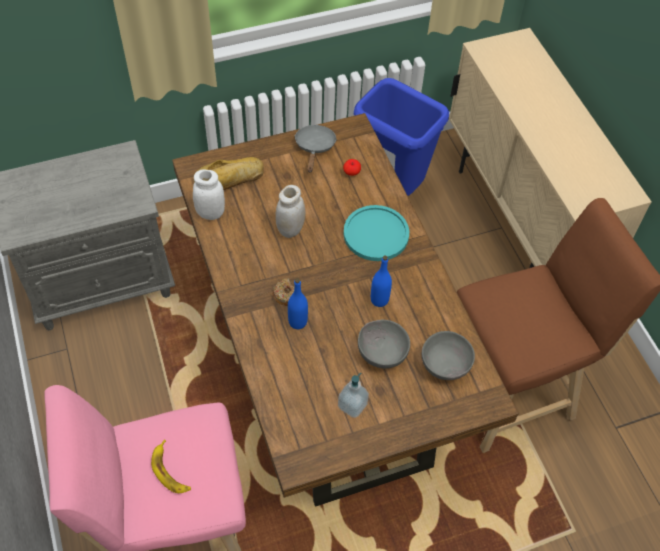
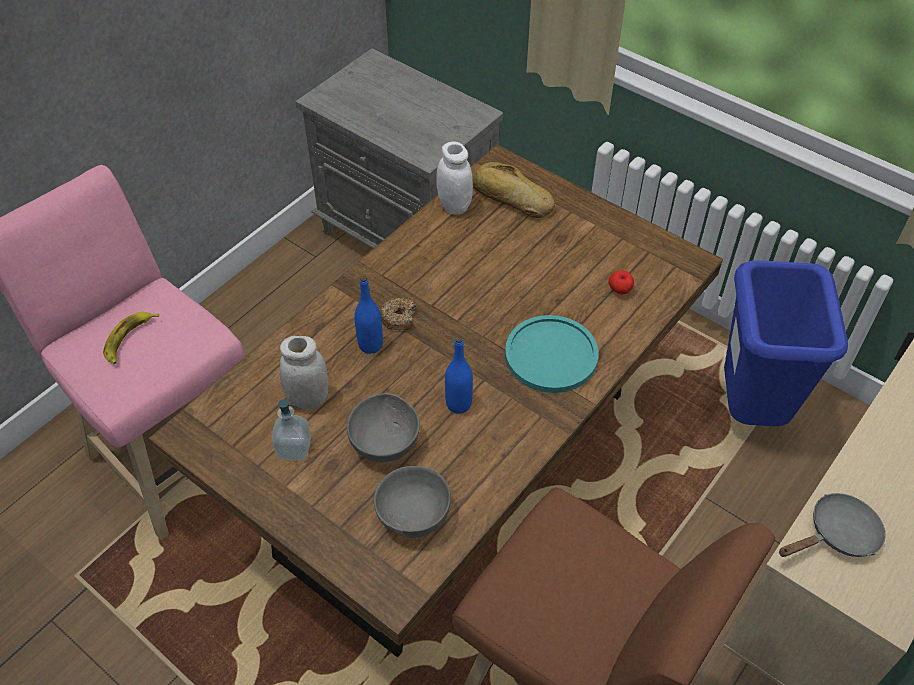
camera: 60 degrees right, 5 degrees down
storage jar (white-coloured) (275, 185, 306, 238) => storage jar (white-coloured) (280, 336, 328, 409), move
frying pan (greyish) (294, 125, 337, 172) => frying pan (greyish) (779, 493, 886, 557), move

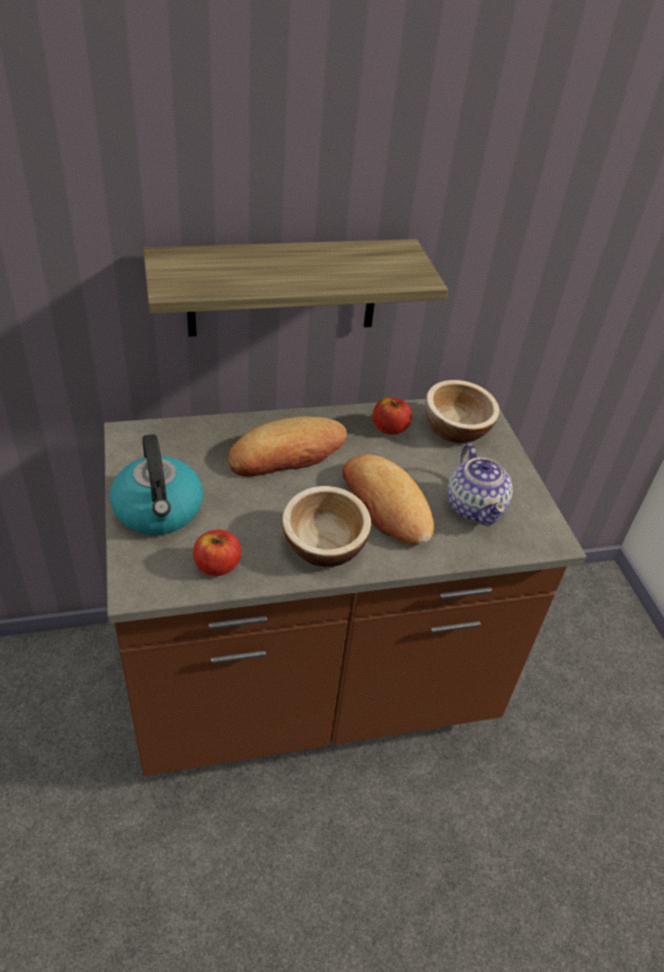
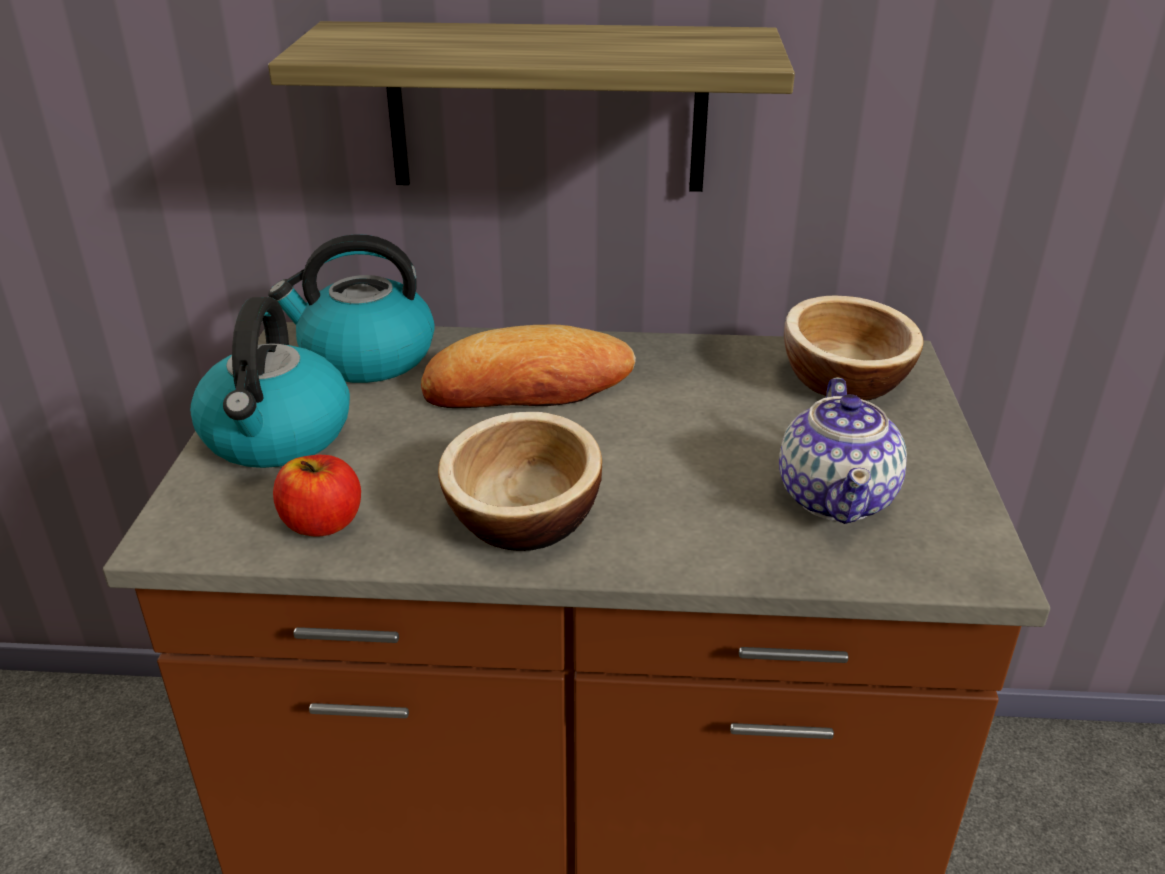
camera: 20 degrees right, 10 degrees down
nothing => kettle (268, 234, 435, 383)
bread (342, 454, 434, 545) => nothing
whole apple (373, 397, 412, 435) => nothing

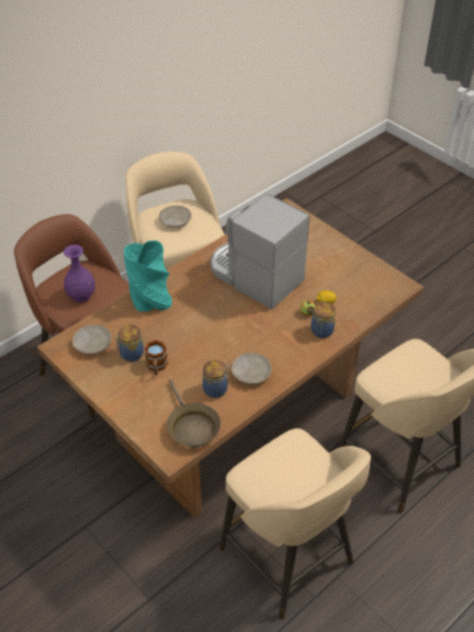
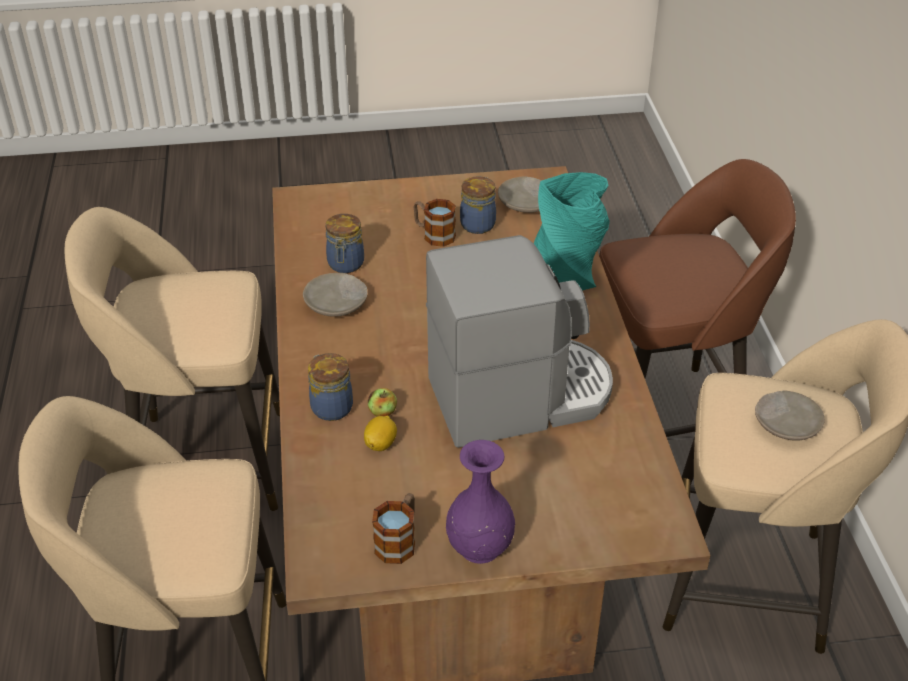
camera: 125 degrees right, 5 degrees down
nothing => mug (372, 493, 415, 564)
vase (purplish) (64, 245, 95, 302) => vase (purplish) (446, 440, 515, 564), move
frying pan (brown-coloured) (167, 379, 221, 447) => nothing

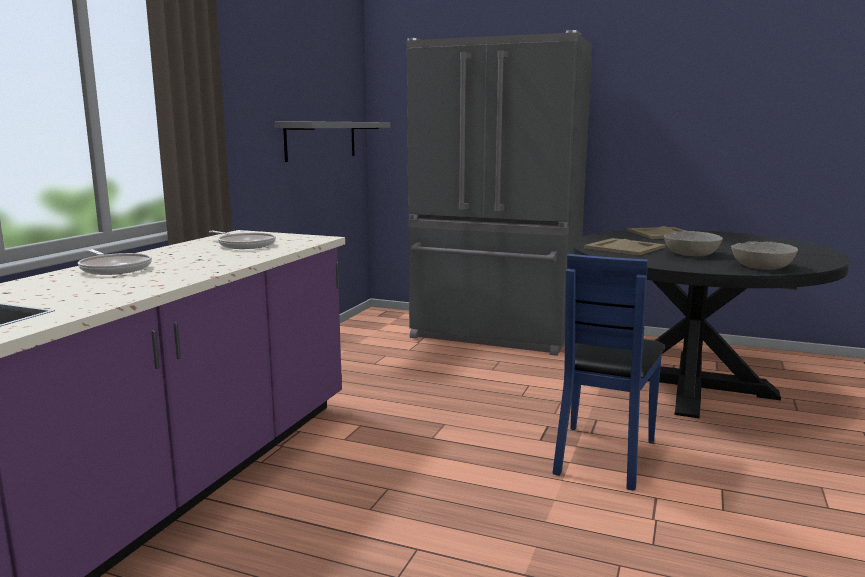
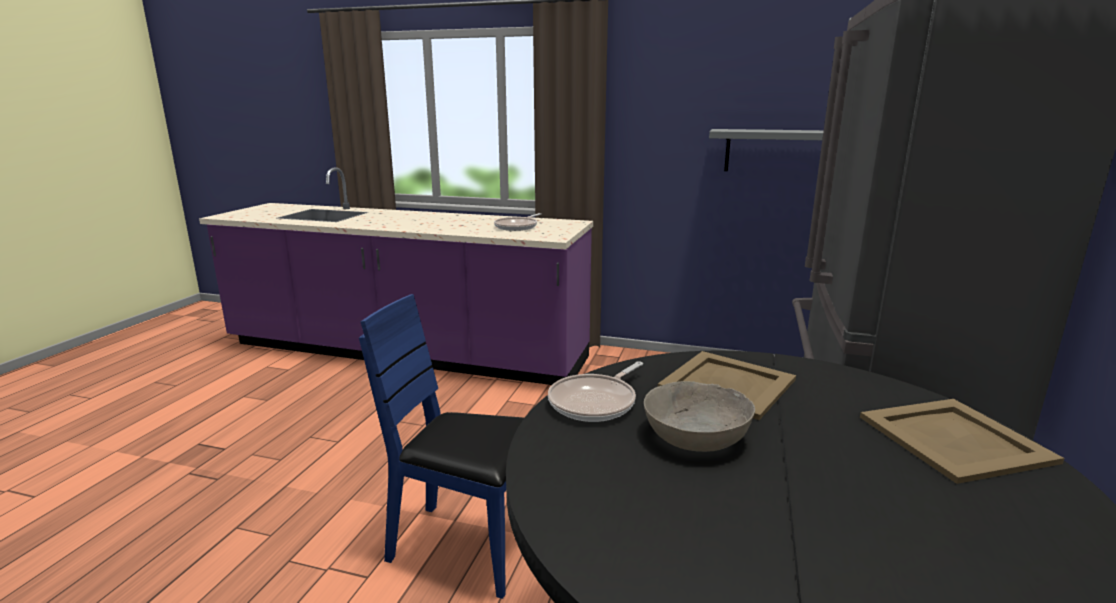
camera: 85 degrees right, 5 degrees up
frying pan (78, 249, 152, 275) => frying pan (548, 361, 643, 422), move
bowl (greyish) (731, 241, 798, 270) => nothing

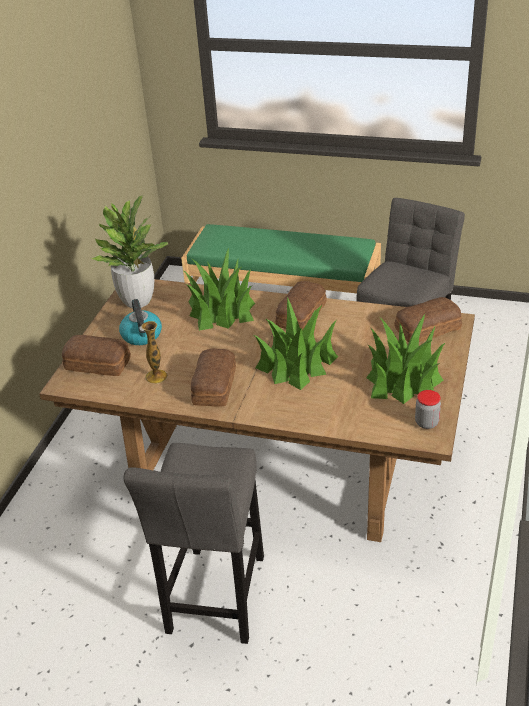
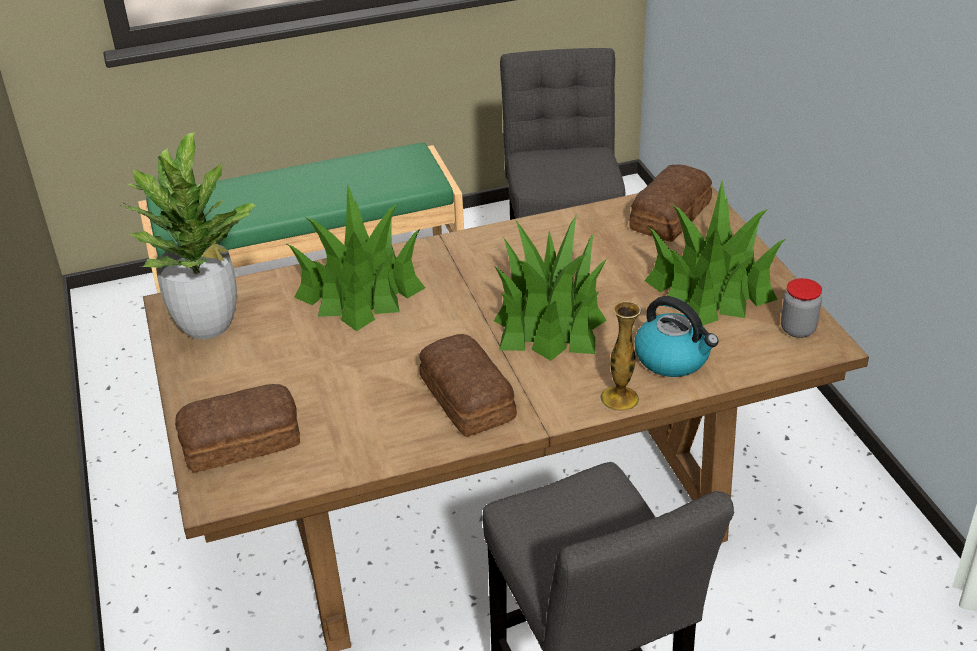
camera: 35 degrees left, 0 degrees up
vase (142, 321, 168, 384) => vase (600, 301, 642, 411), move
kettle (119, 299, 162, 345) => kettle (634, 296, 719, 377), move
bread (275, 281, 327, 331) => nothing

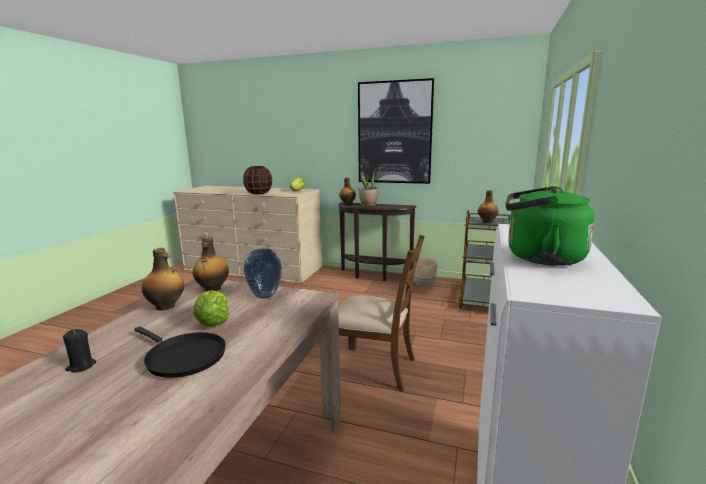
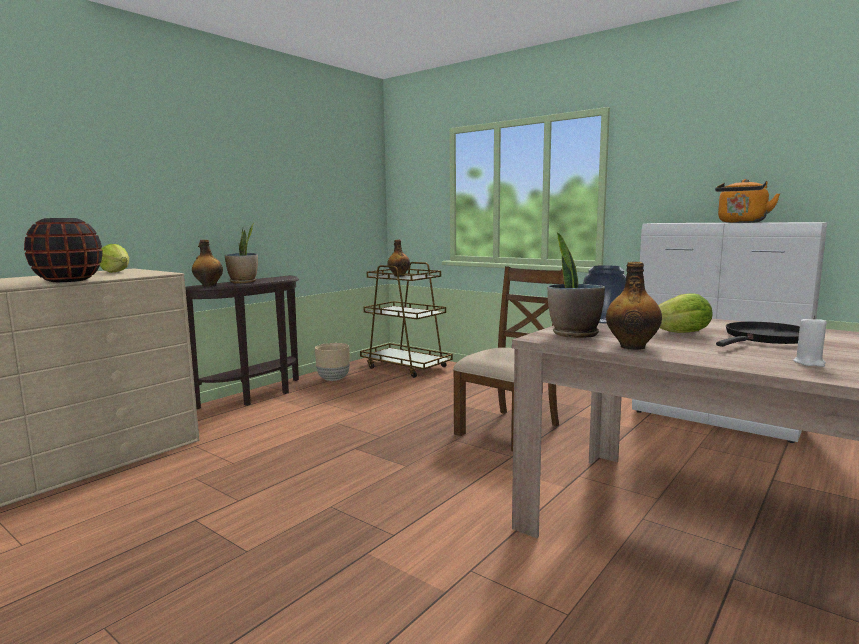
camera: 70 degrees left, 5 degrees down
beverage bottle (193, 237, 229, 291) => plant in a pot (547, 233, 605, 338)
kettle (green) (505, 186, 595, 266) => kettle (orange-coloured) (715, 179, 780, 223)
candle (black-coloured) (63, 329, 96, 373) => candle (white-coloured) (793, 316, 827, 367)
wall art (358, 78, 434, 184) => nothing

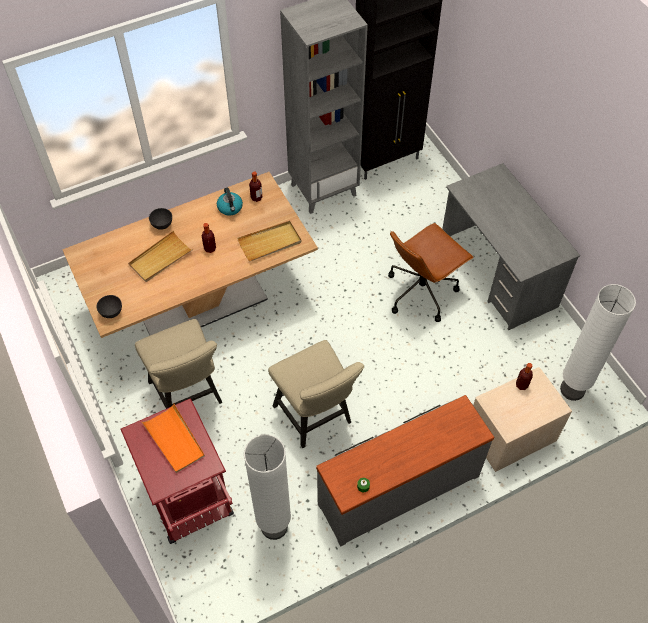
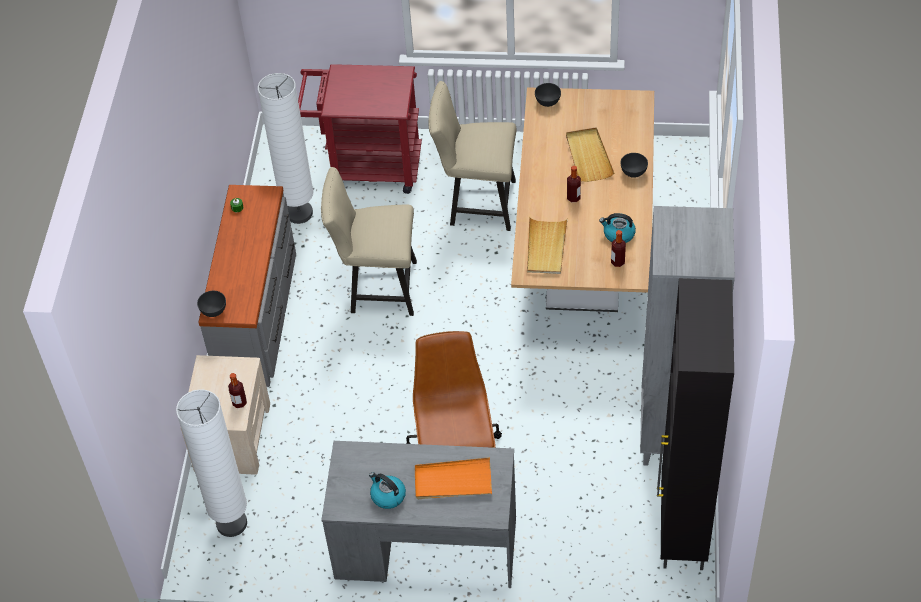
camera: 125 degrees right, 5 degrees down
nothing => bowl (greyish) (197, 291, 226, 317)
nothing => kettle (369, 472, 406, 509)
serving tray (orange-coloured) (142, 404, 205, 473) => serving tray (orange-coloured) (415, 457, 492, 499), move

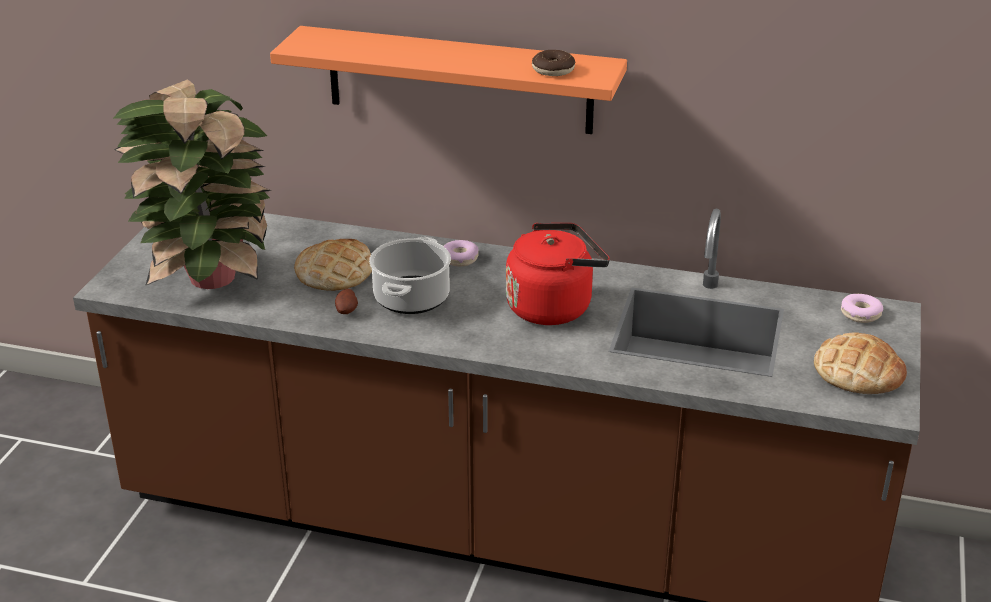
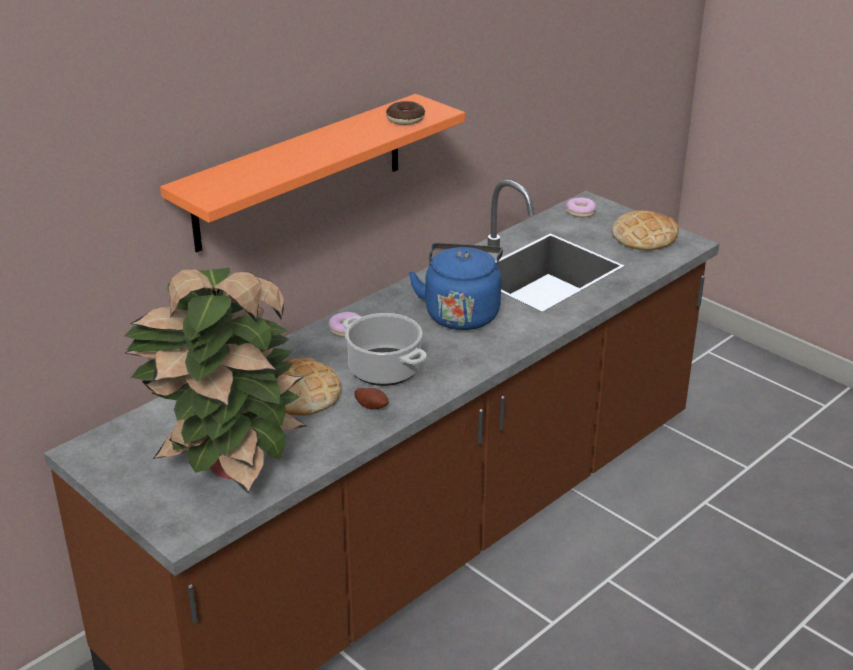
camera: 60 degrees left, 0 degrees up
kettle (red-coloured) (506, 223, 610, 325) => kettle (blue) (409, 243, 503, 330)

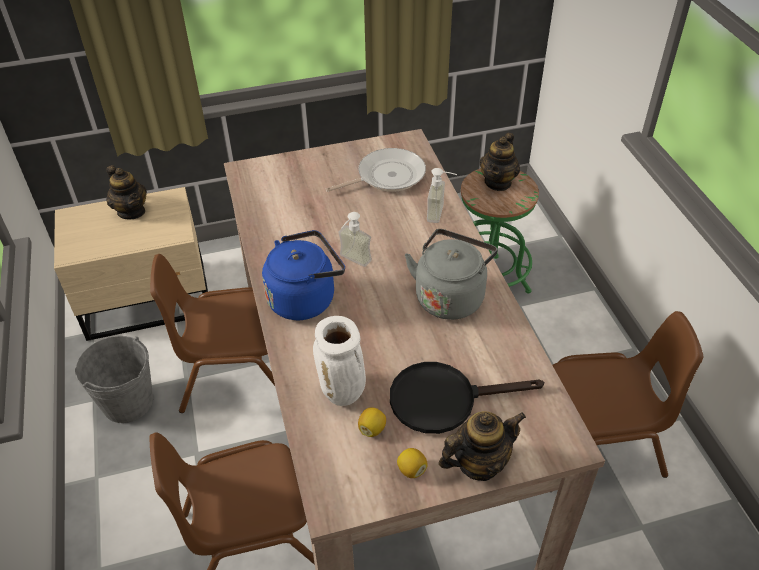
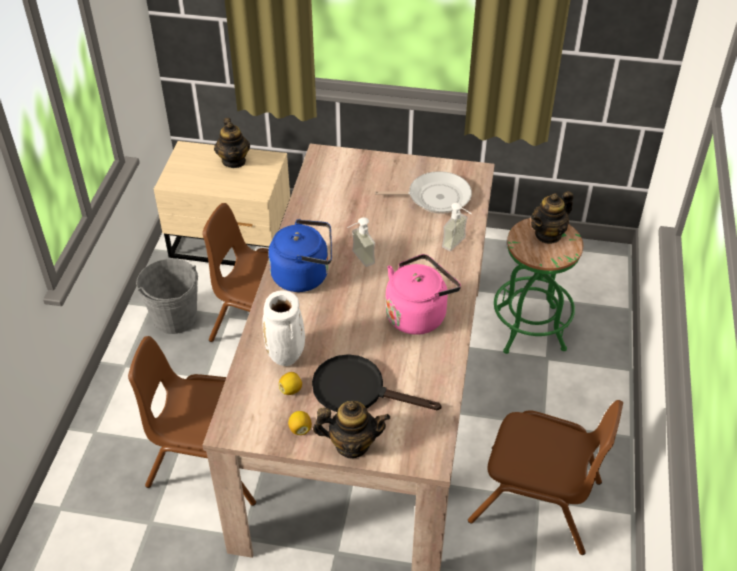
camera: 25 degrees right, 0 degrees up
kettle (greyish) (405, 229, 498, 320) => kettle (pinkish) (385, 254, 461, 335)

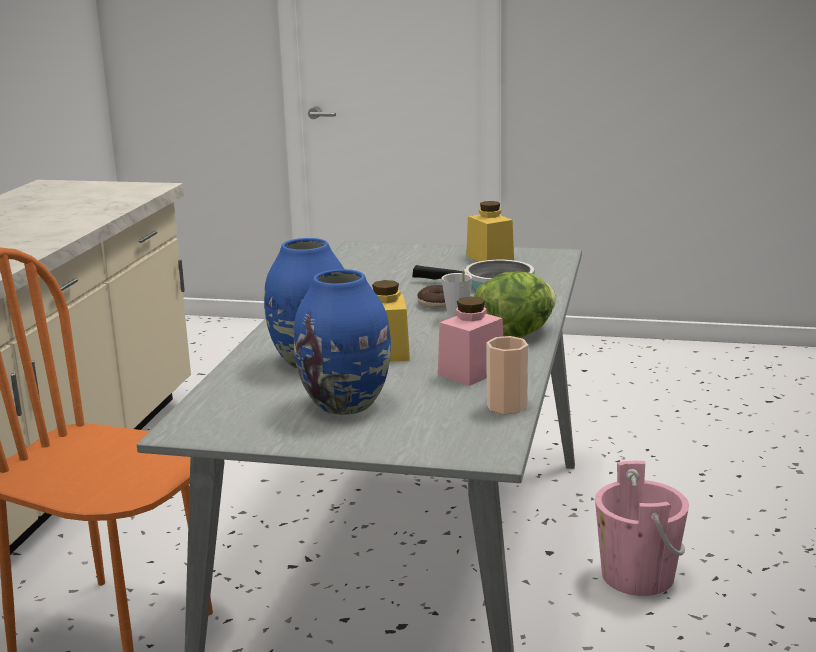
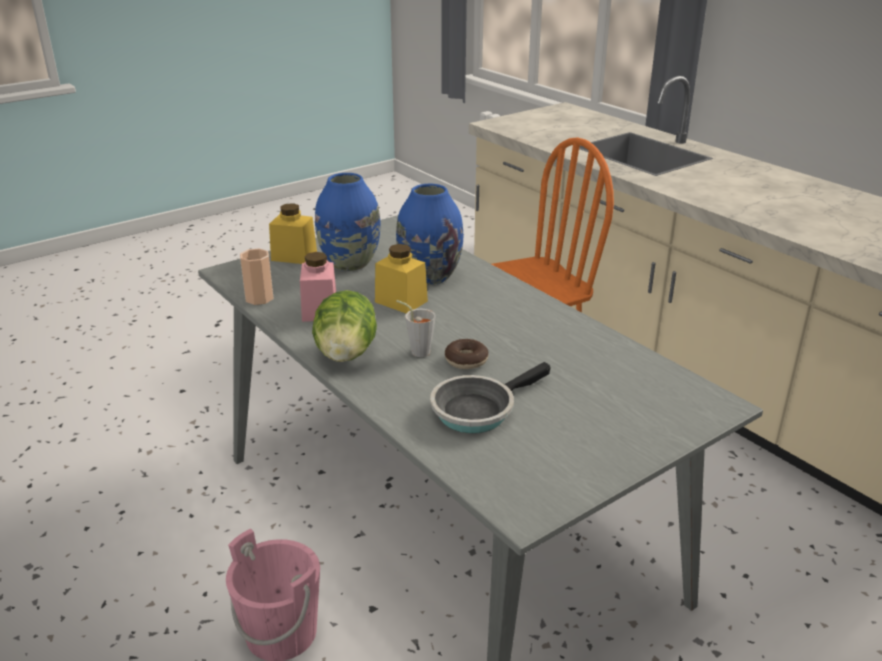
camera: 130 degrees right, 10 degrees up
storage jar (yellow-coloured) (466, 201, 514, 262) => storage jar (yellow-coloured) (269, 203, 317, 264), move

